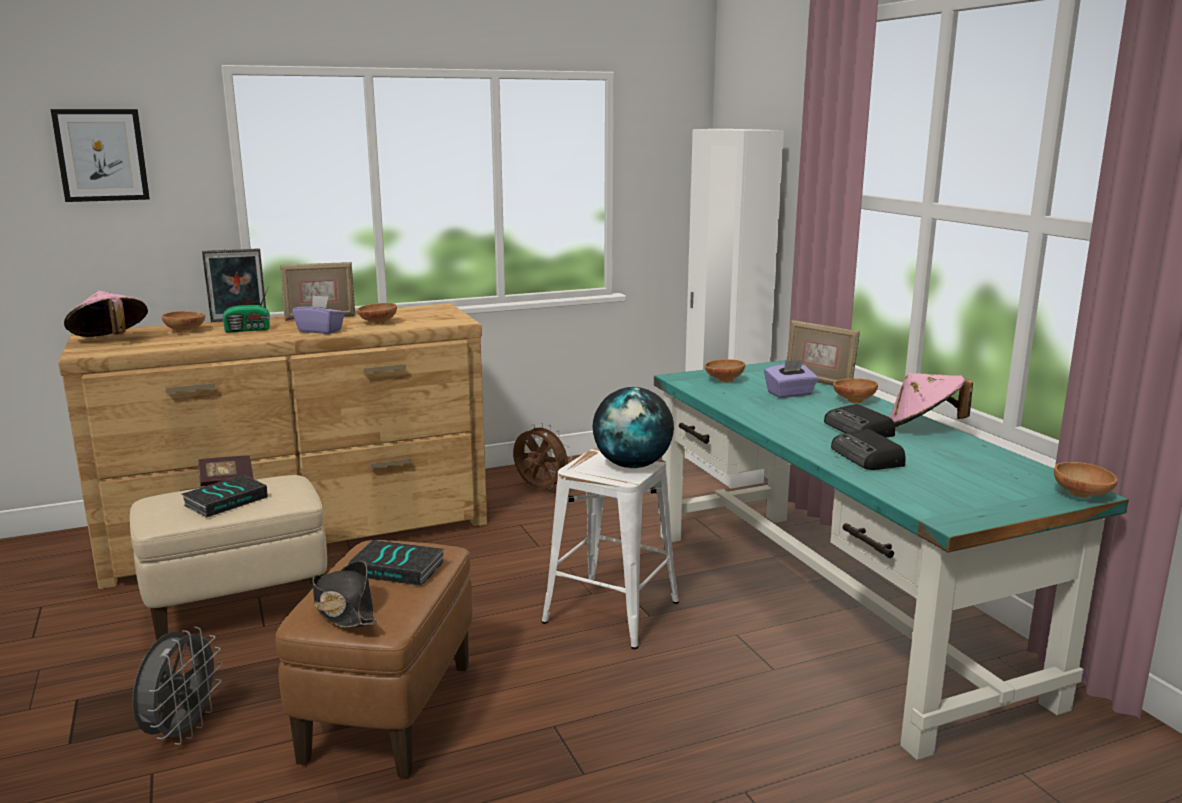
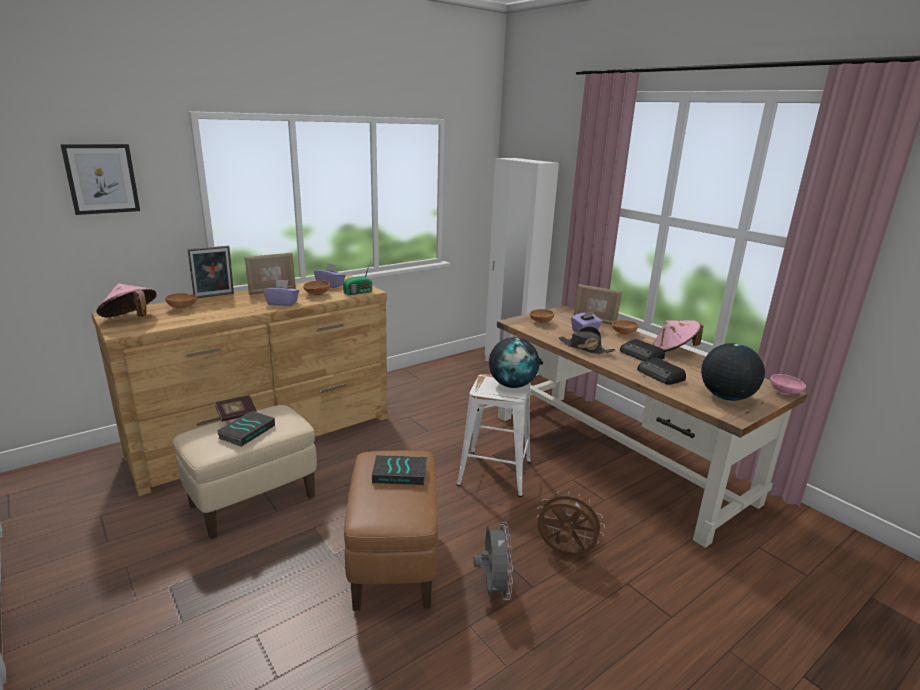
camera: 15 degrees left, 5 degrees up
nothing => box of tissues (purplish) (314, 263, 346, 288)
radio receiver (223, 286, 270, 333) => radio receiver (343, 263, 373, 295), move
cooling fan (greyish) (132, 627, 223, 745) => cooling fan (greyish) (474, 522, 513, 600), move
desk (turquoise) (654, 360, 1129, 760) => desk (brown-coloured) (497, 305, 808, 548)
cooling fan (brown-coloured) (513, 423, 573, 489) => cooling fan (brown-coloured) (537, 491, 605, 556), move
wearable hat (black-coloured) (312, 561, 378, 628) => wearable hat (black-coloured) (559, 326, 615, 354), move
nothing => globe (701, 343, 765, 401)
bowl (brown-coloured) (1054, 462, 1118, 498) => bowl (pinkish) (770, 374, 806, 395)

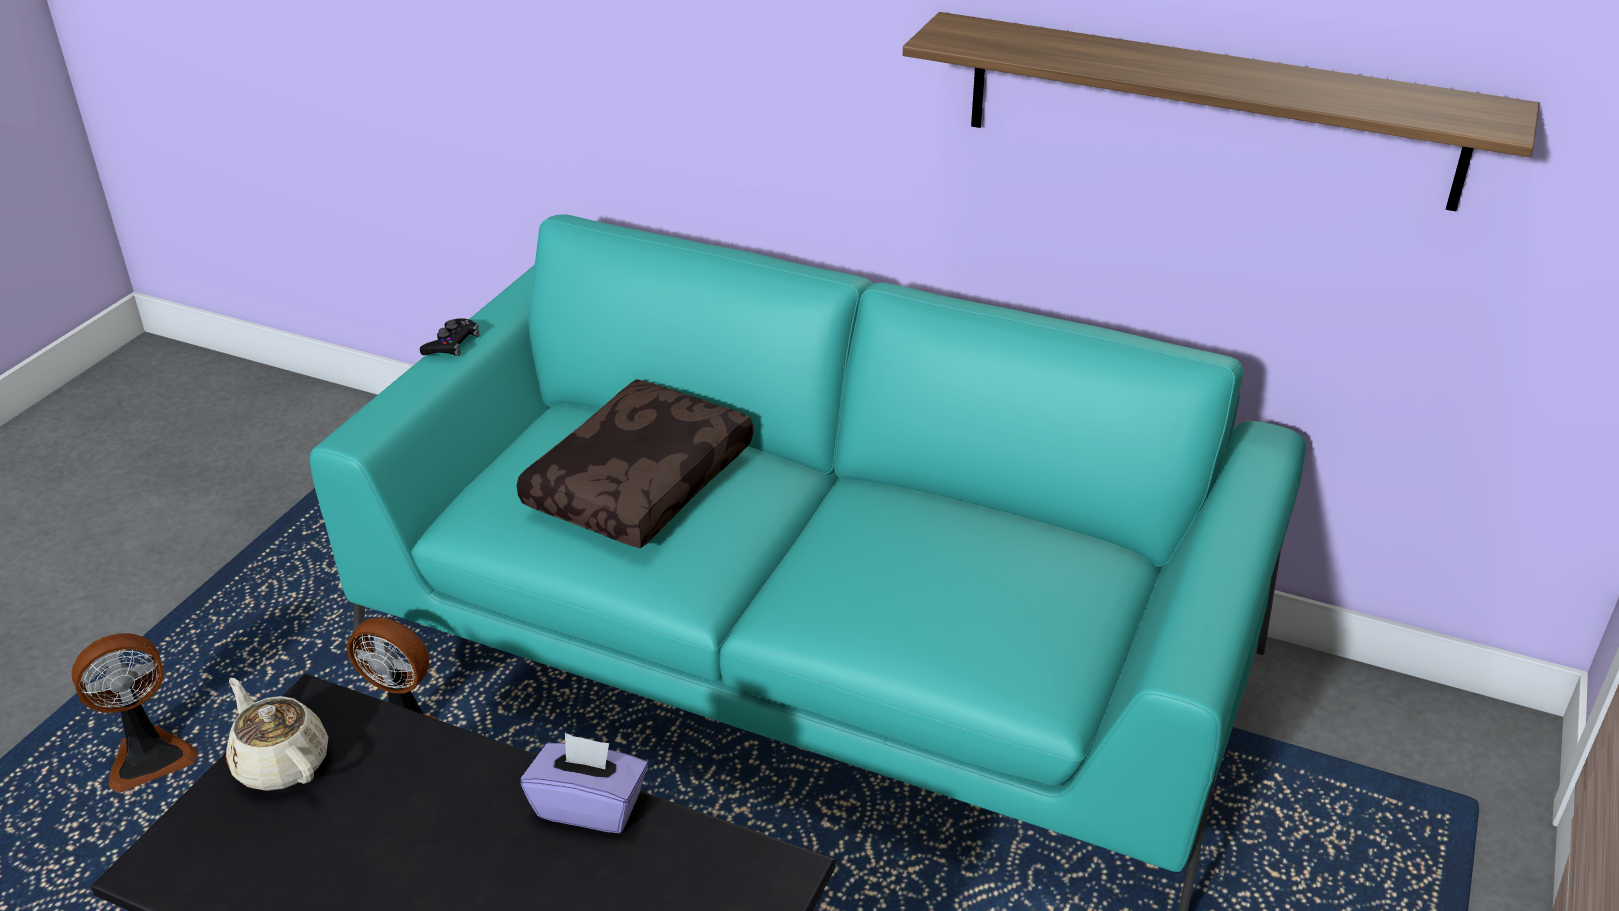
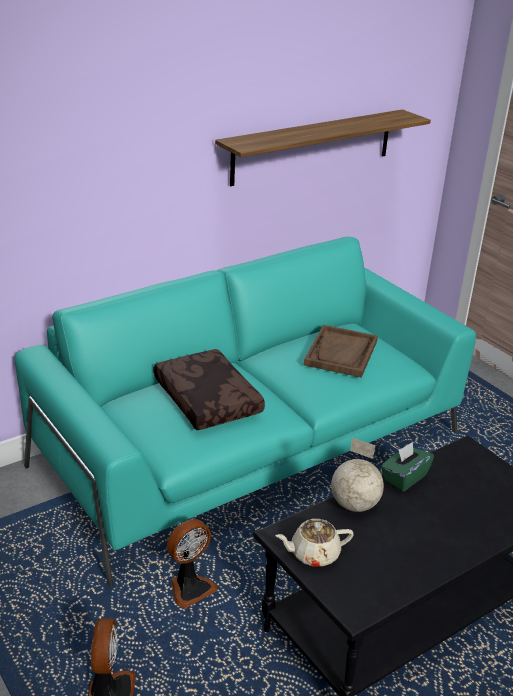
camera: 60 degrees left, 5 degrees down
nothing => serving tray (brown-coloured) (304, 325, 378, 378)
nothing => globe (331, 438, 384, 512)
box of tissues (purplish) (521, 733, 648, 833) => box of tissues (green) (381, 442, 434, 492)
joypad (black-coloured) (420, 318, 480, 356) => nothing

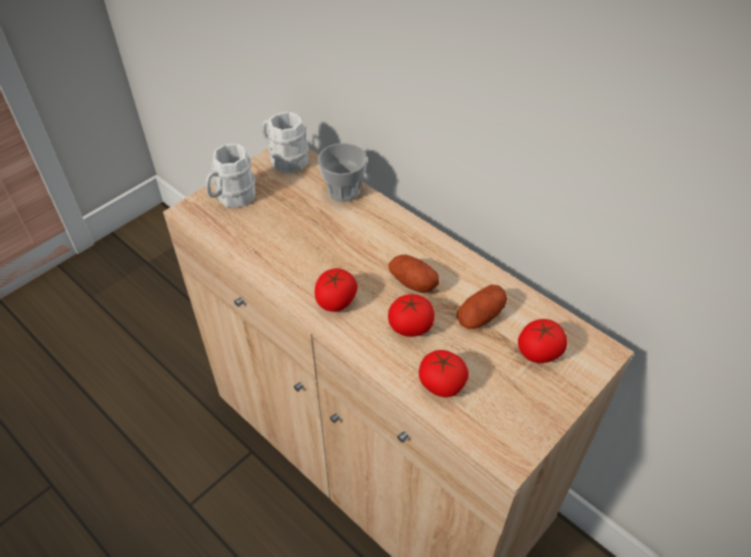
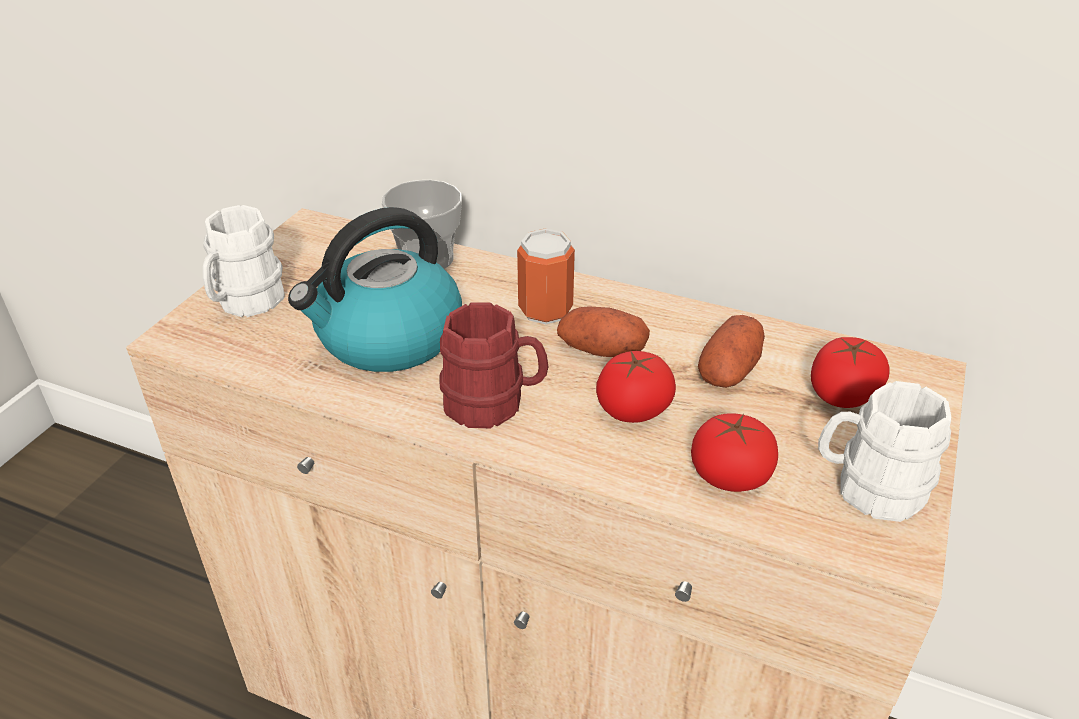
camera: 20 degrees left, 10 degrees down
nothing => kettle (288, 207, 462, 372)
fresh tomato (315, 268, 357, 312) => mug (red-coloured) (440, 303, 548, 428)
nothing => metal can (517, 228, 575, 324)
mug (white-coloured) (262, 112, 309, 173) => mug (white-coloured) (818, 381, 951, 522), move

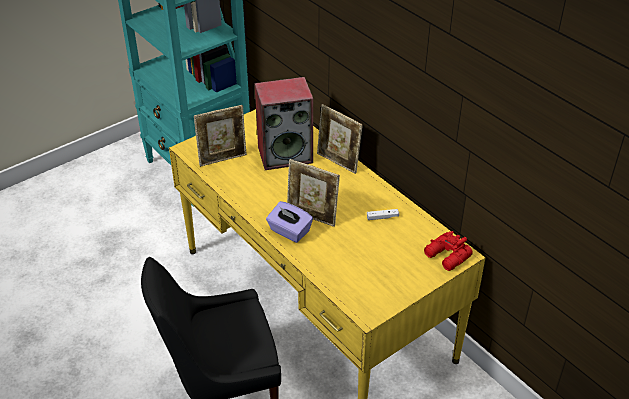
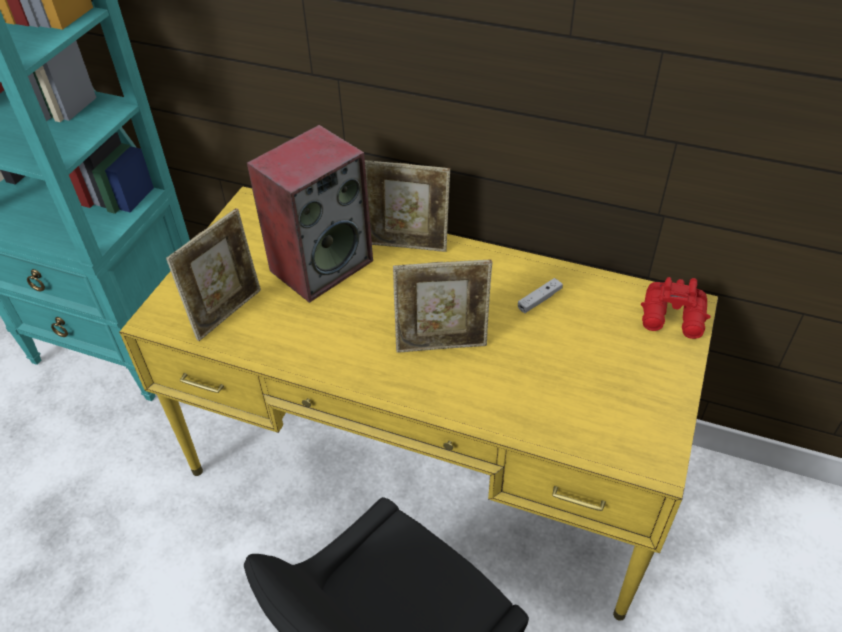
camera: 30 degrees left, 5 degrees up
box of tissues (purplish) (266, 201, 313, 243) => nothing

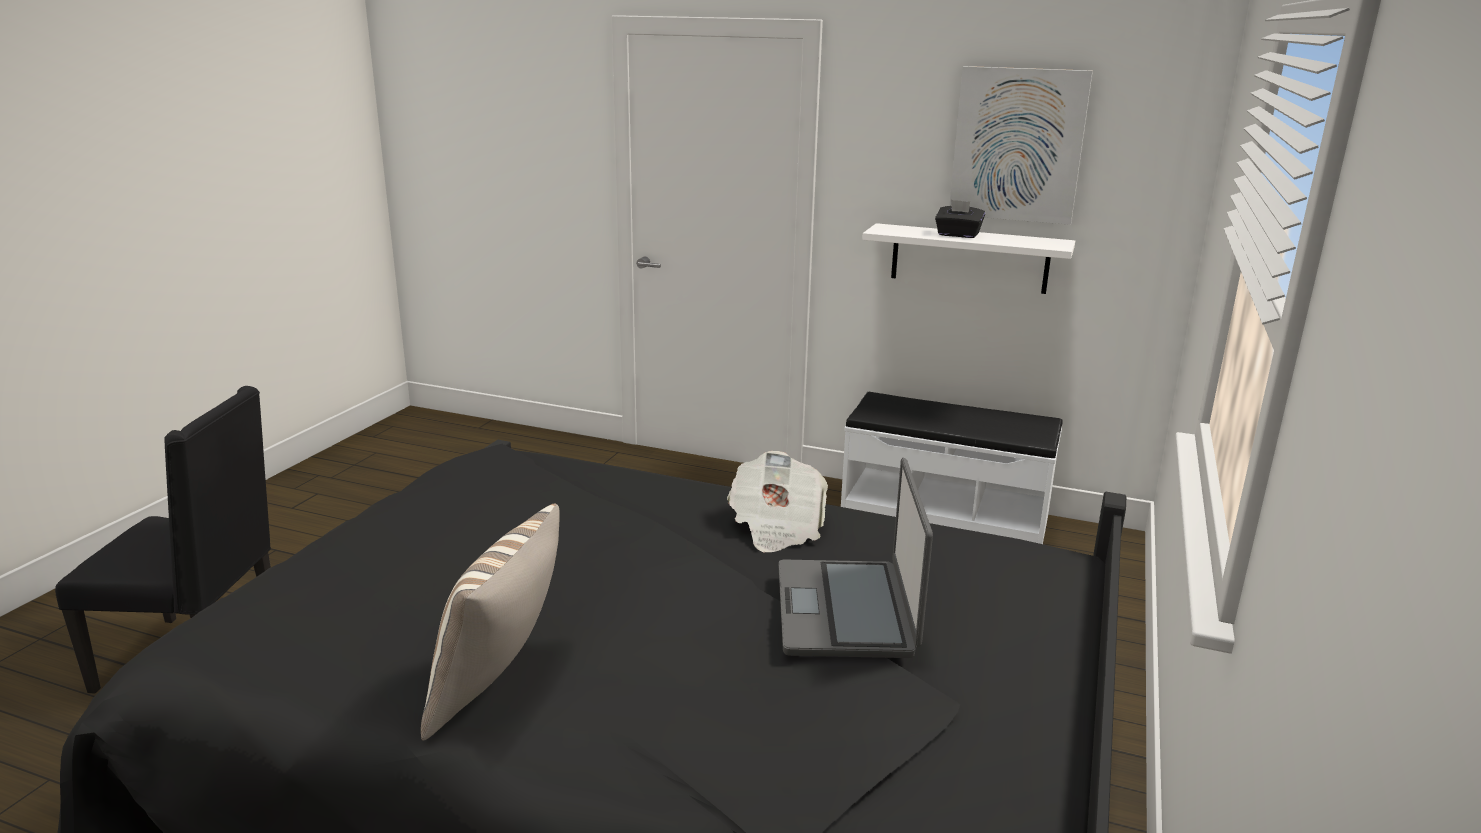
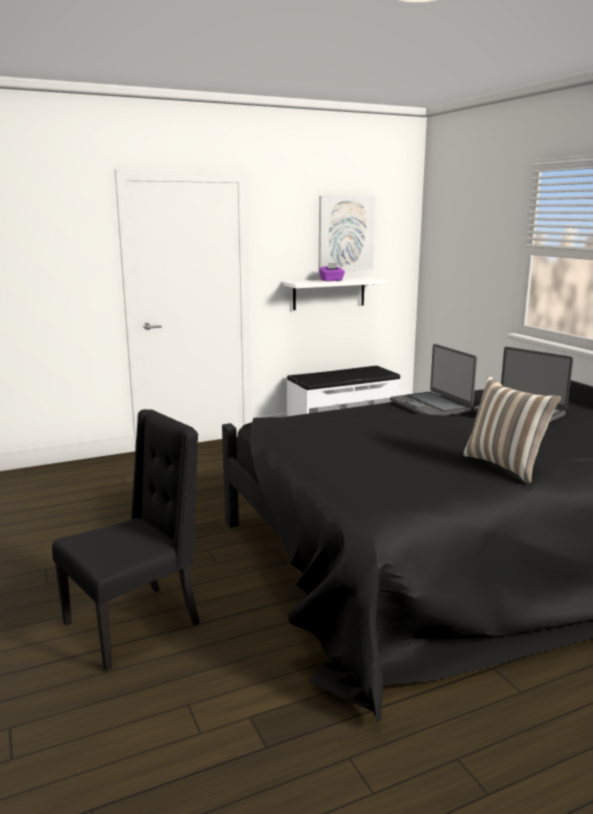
camera: 45 degrees left, 5 degrees down
box of tissues (black-coloured) (935, 200, 985, 238) => box of tissues (purplish) (319, 262, 345, 281)
daily paper (727, 451, 828, 553) => laptop (390, 344, 477, 416)

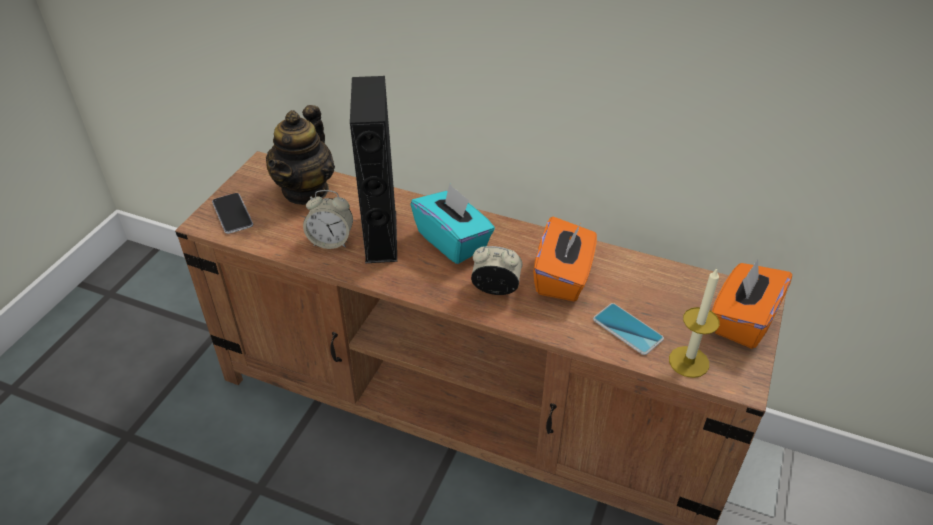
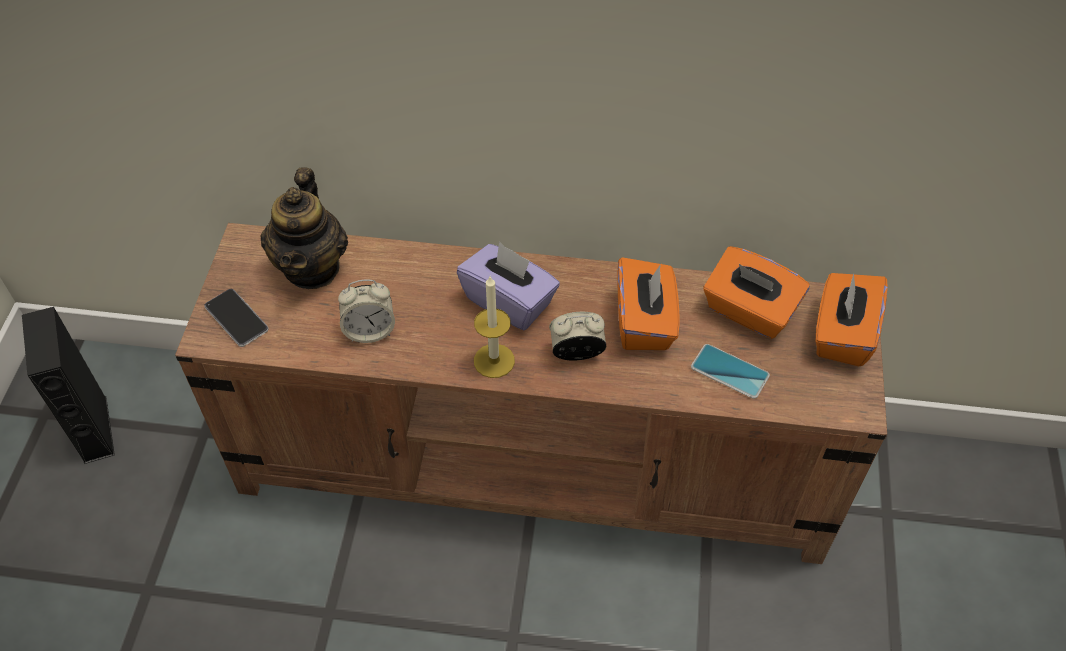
camera: 15 degrees left, 10 degrees up
speaker (black-coloured) (350, 76, 397, 263) => speaker (black-coloured) (22, 307, 115, 464), move
box of tissues (turquoise) (410, 183, 495, 264) => box of tissues (purplish) (457, 242, 560, 330)
candle (669, 268, 720, 378) => candle (474, 276, 515, 378), move
nothing => box of tissues (orange-coloured) (703, 246, 810, 339)

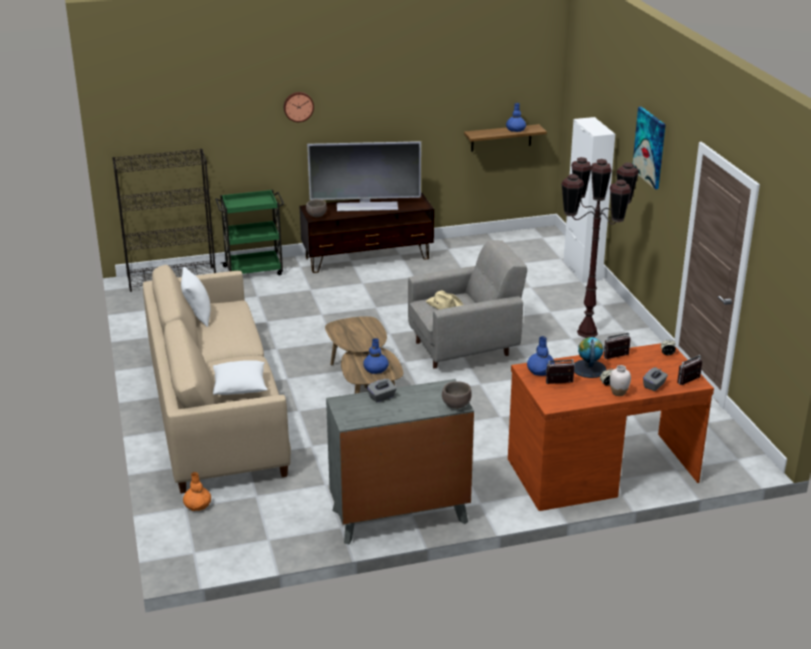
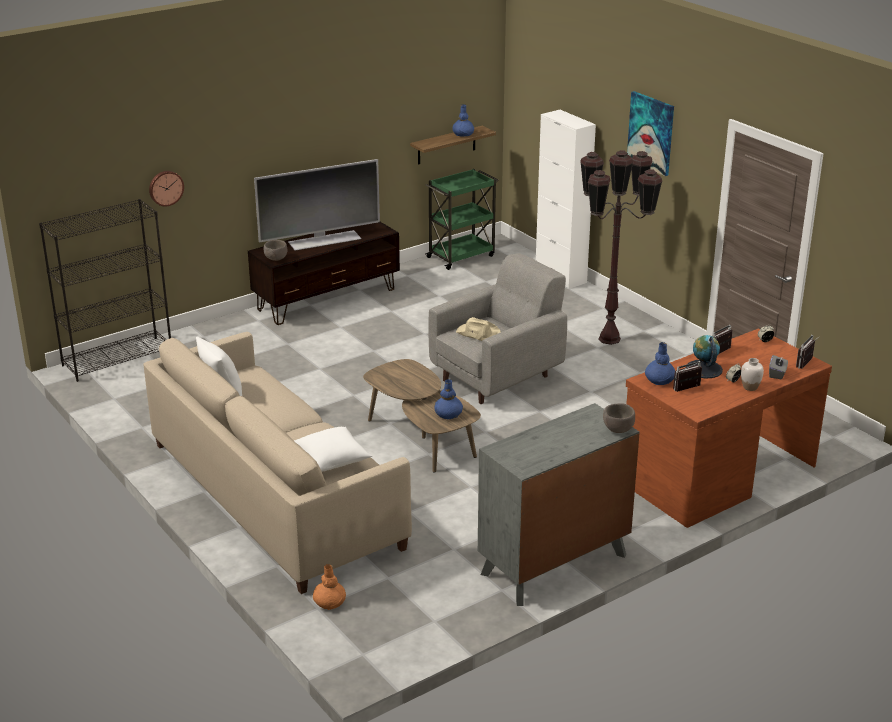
camera: 20 degrees left, 0 degrees up
hanging clock (284, 92, 314, 122) => hanging clock (149, 171, 184, 207), move
cart (green) (215, 190, 284, 275) => cart (green) (425, 169, 499, 270), move
box of tissues (greyish) (367, 379, 397, 402) => nothing

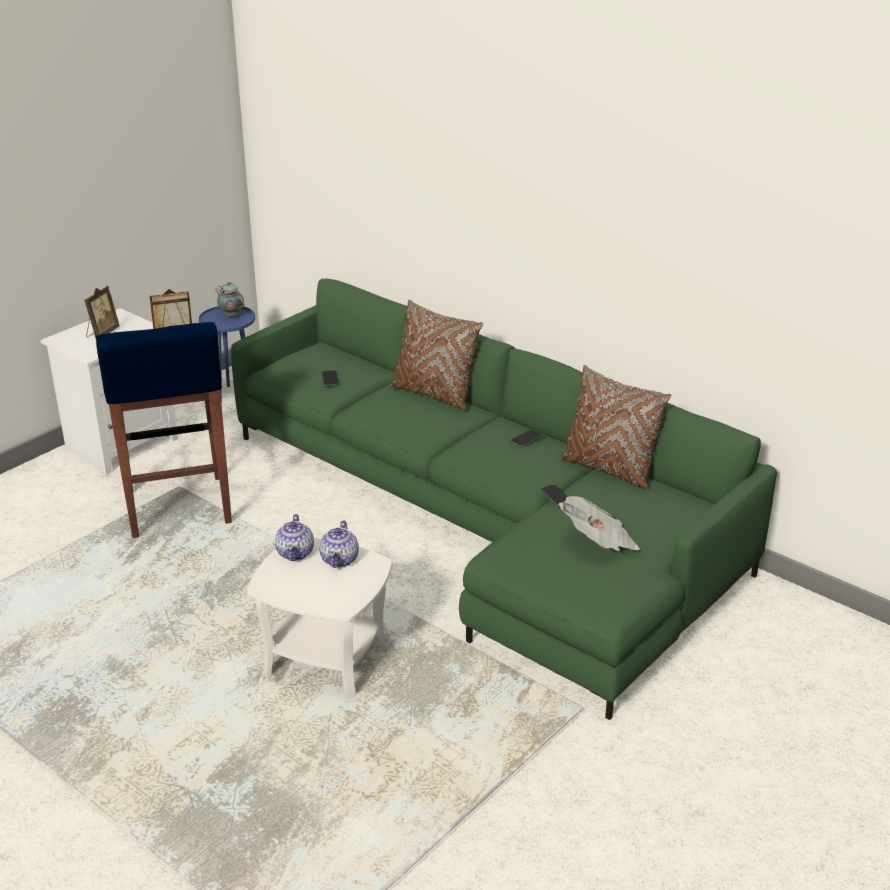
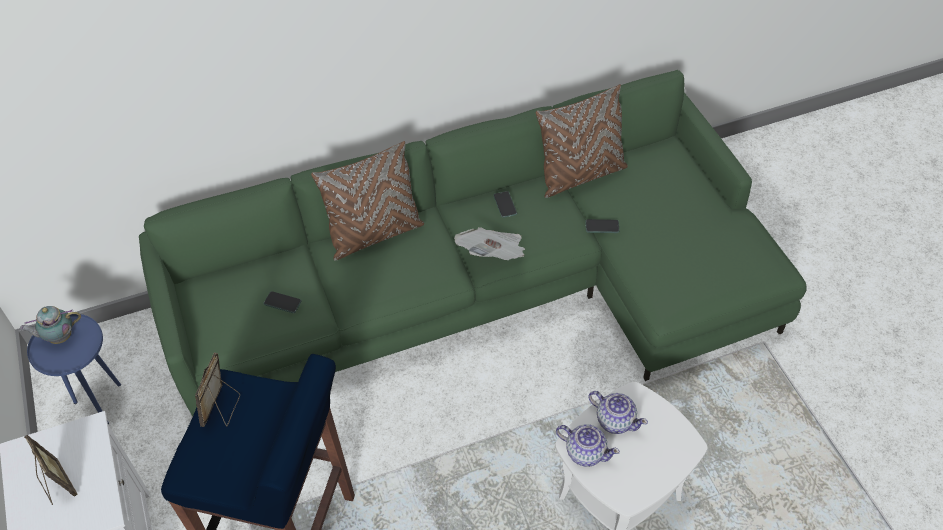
camera: 60 degrees left, 20 degrees up
daily paper (559, 496, 640, 551) => daily paper (454, 227, 525, 260), move

